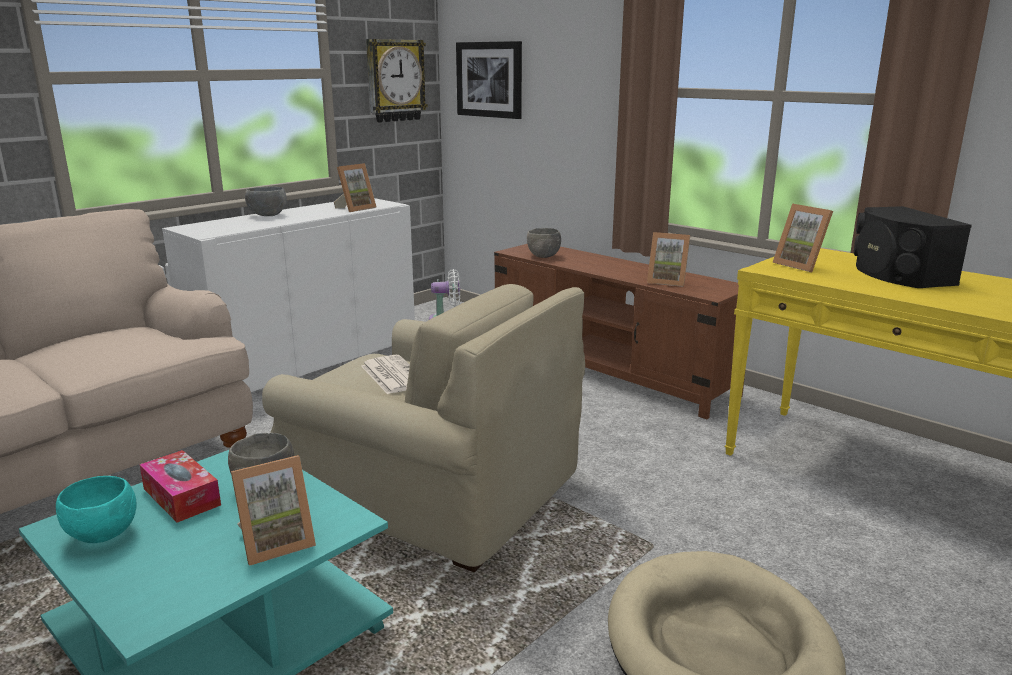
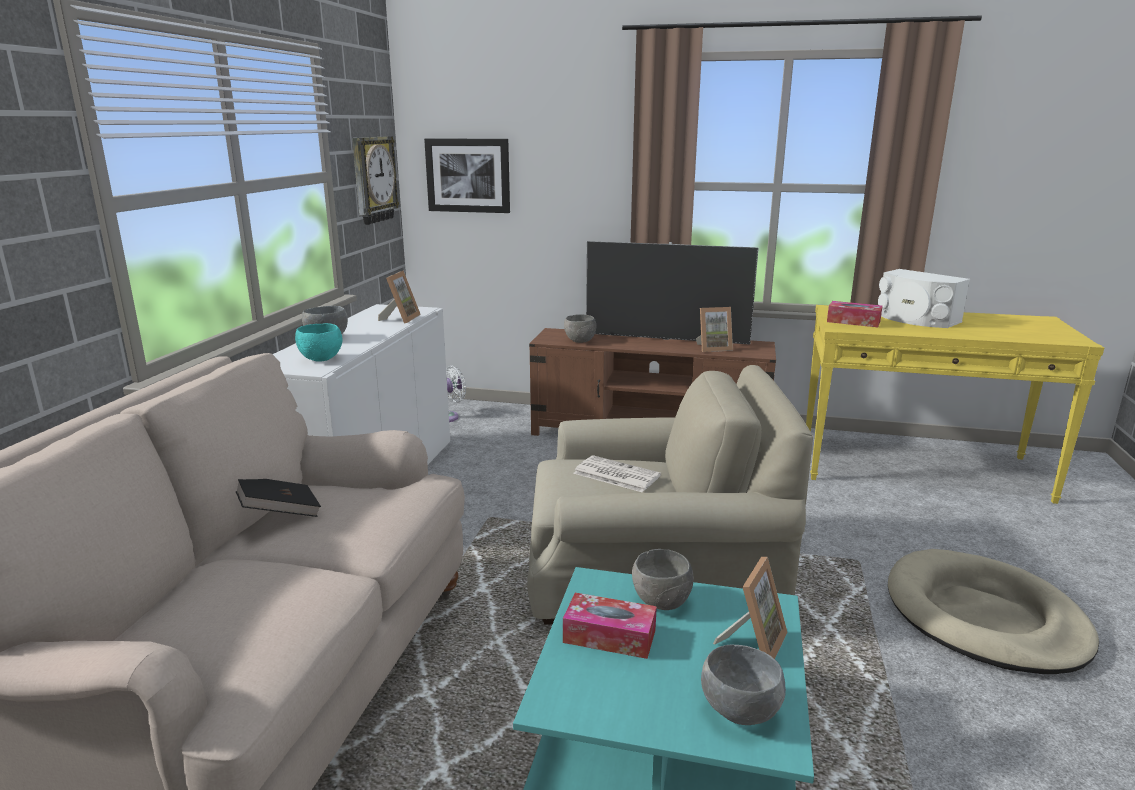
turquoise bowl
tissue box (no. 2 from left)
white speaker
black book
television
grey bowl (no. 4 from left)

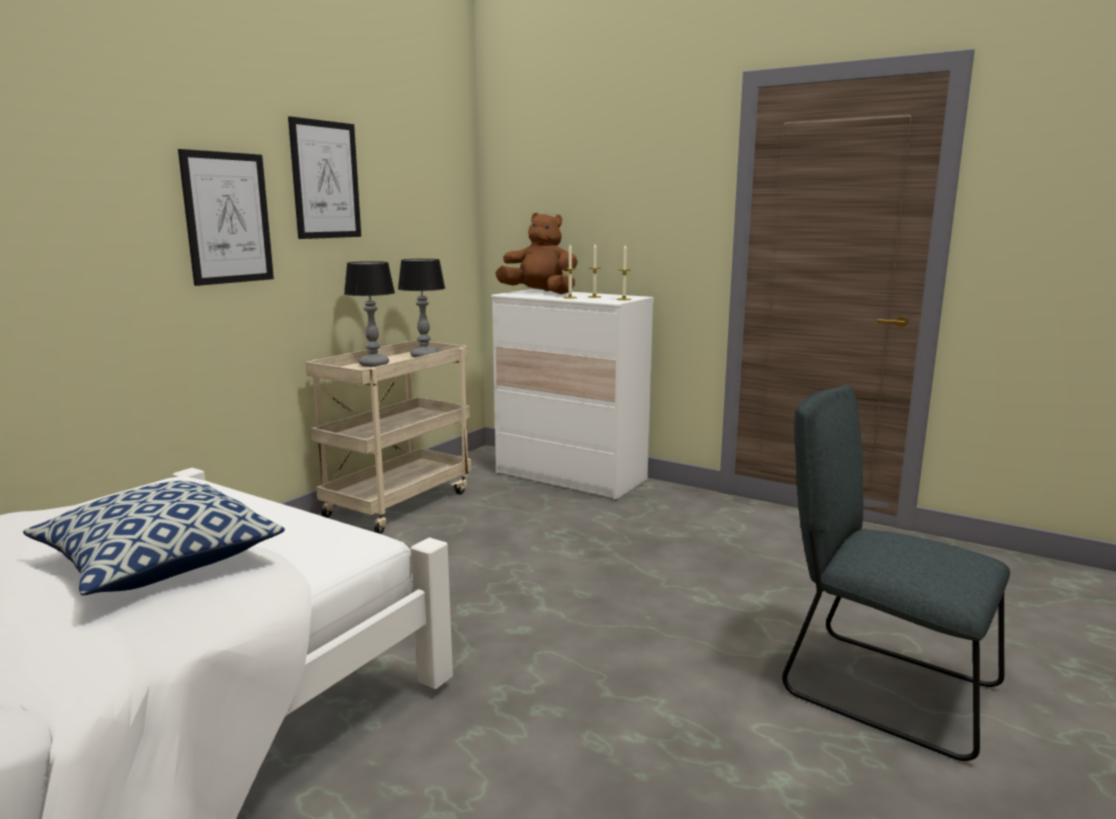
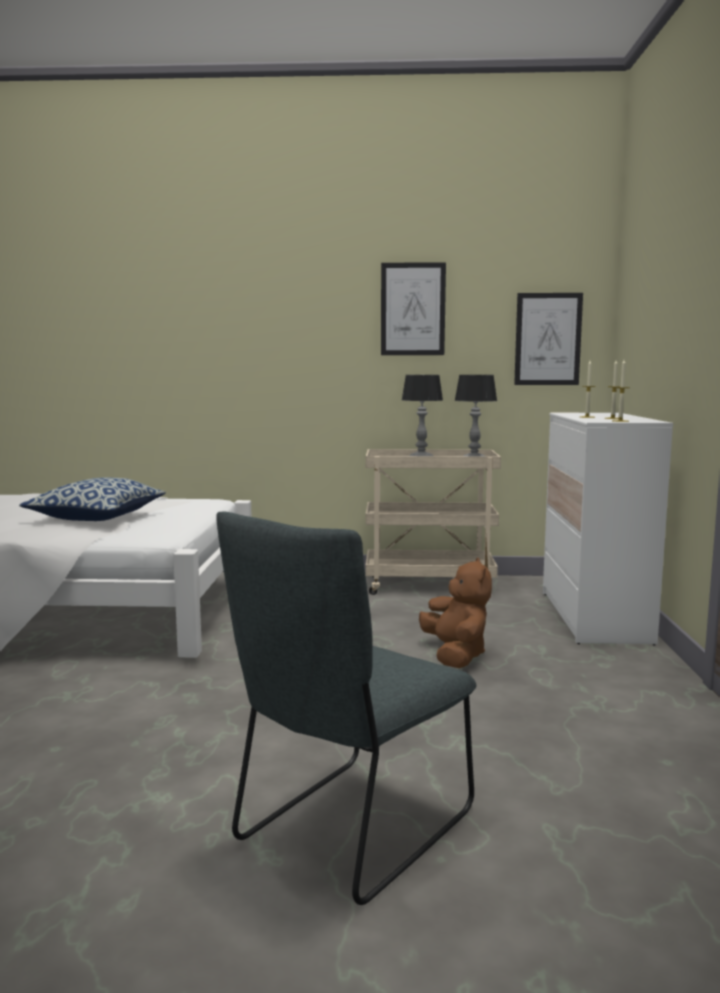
picture (no. 2 from left)
brown plush toy
grey chair

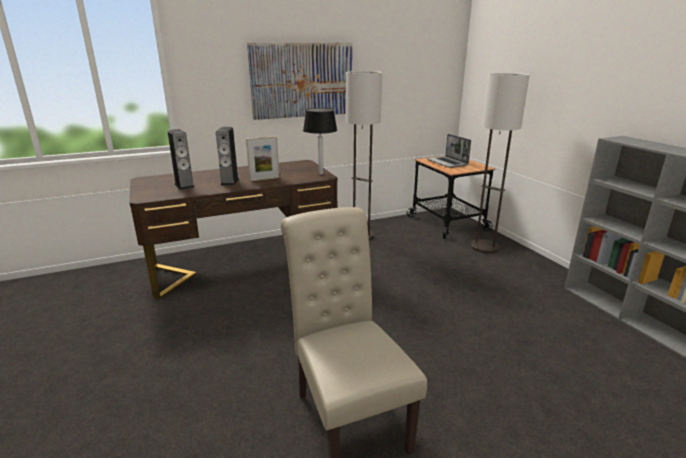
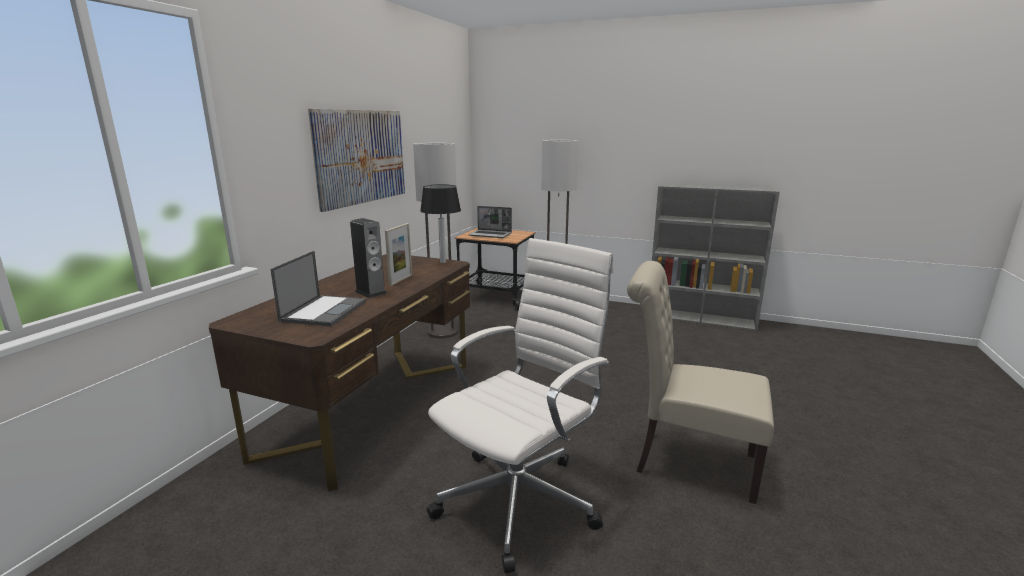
laptop (no. 1 from left)
white office chair

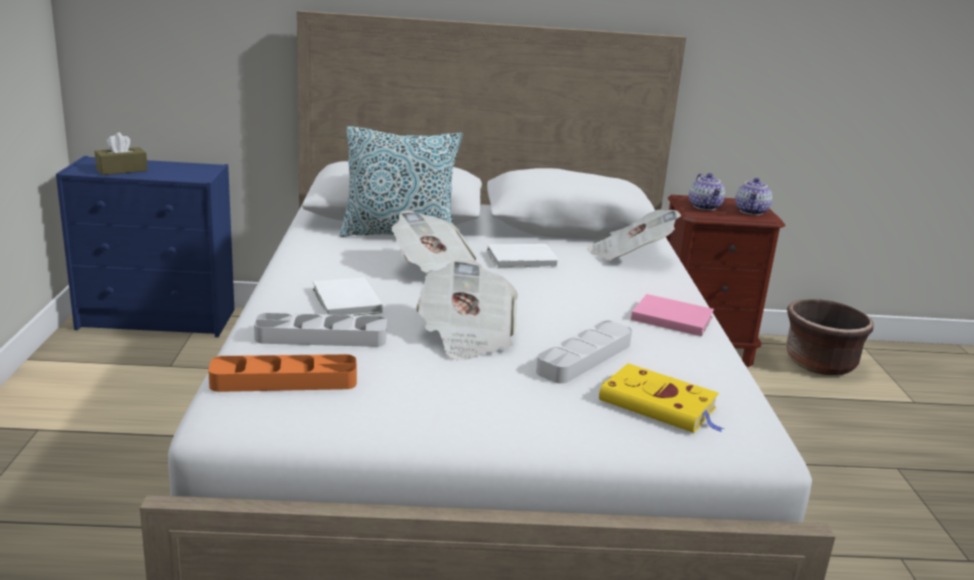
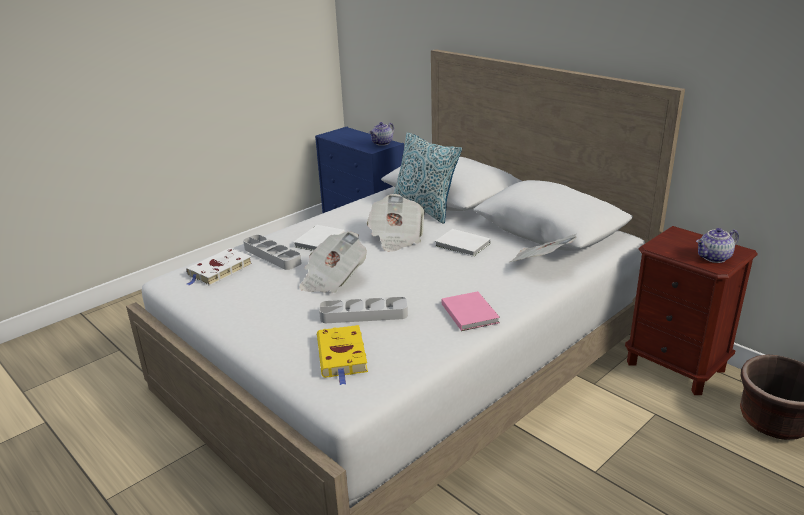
brown tissue box
white book (no. 1 from left)
teapot (no. 1 from left)

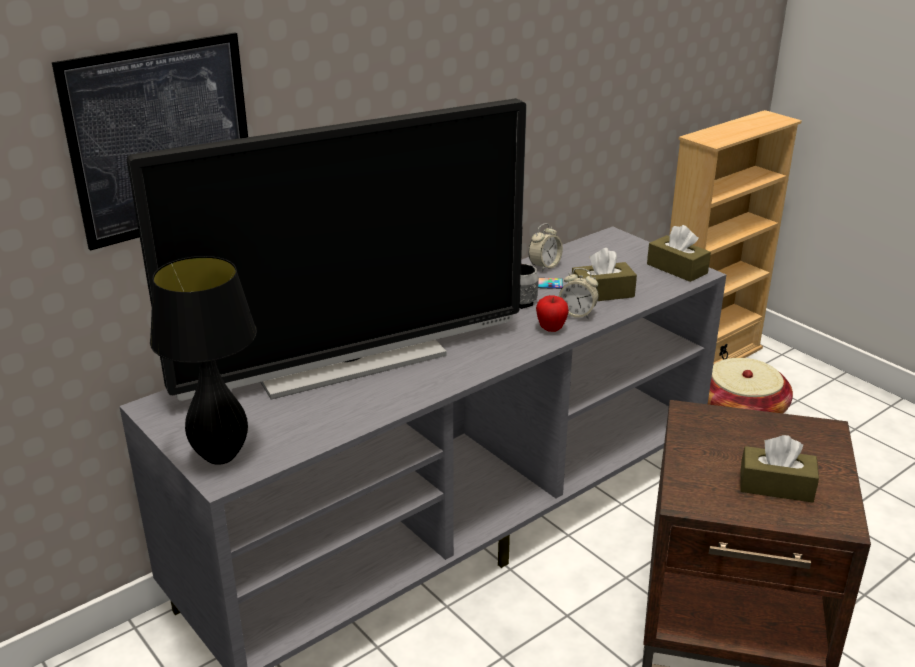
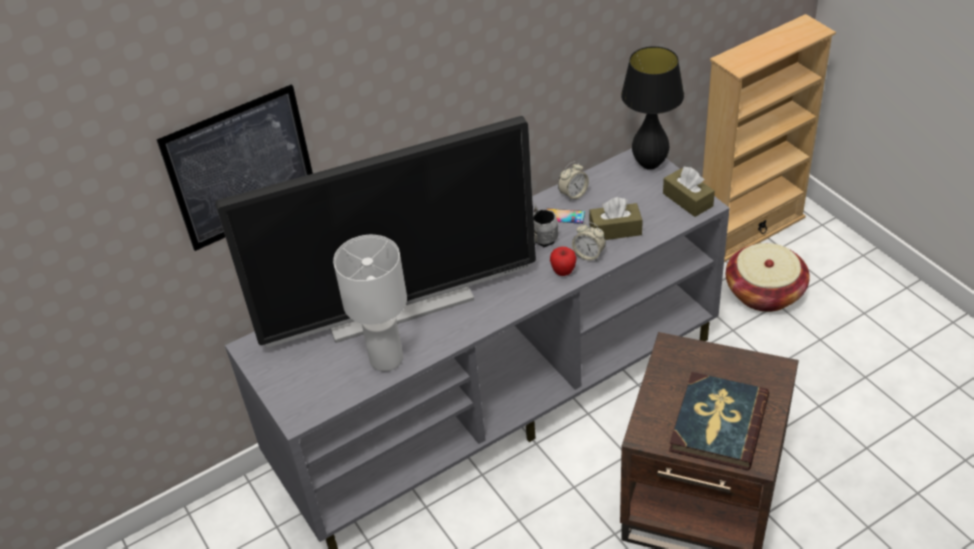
black table lamp
book
white table lamp

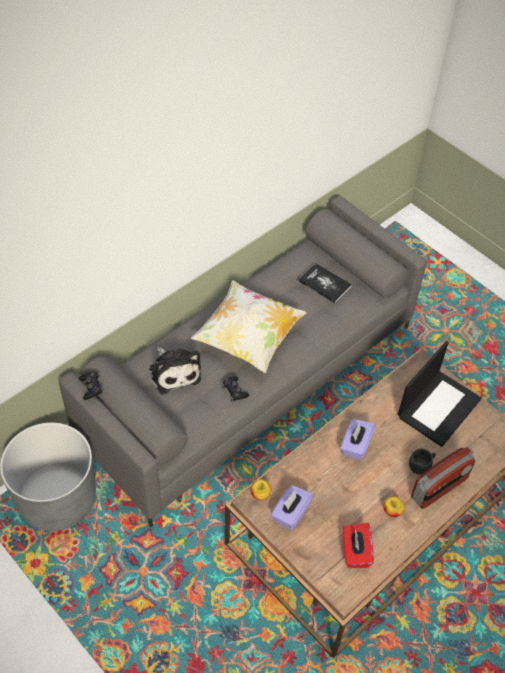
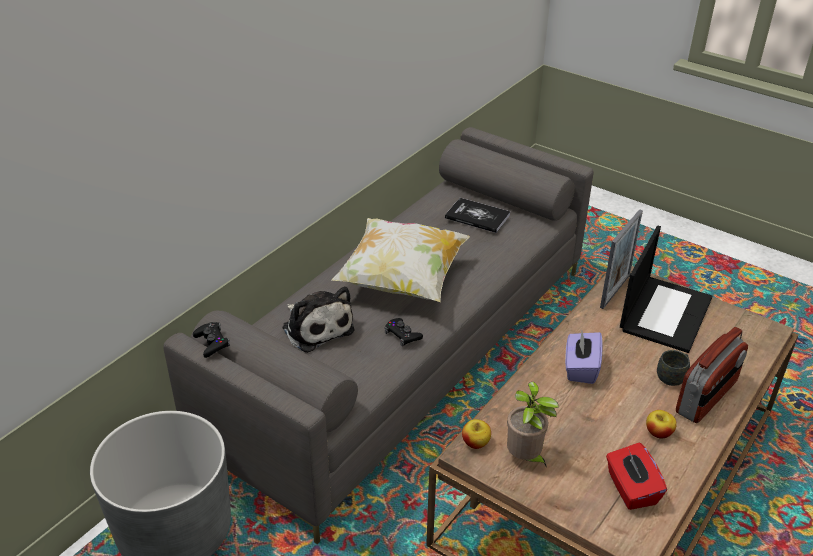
potted plant
picture frame

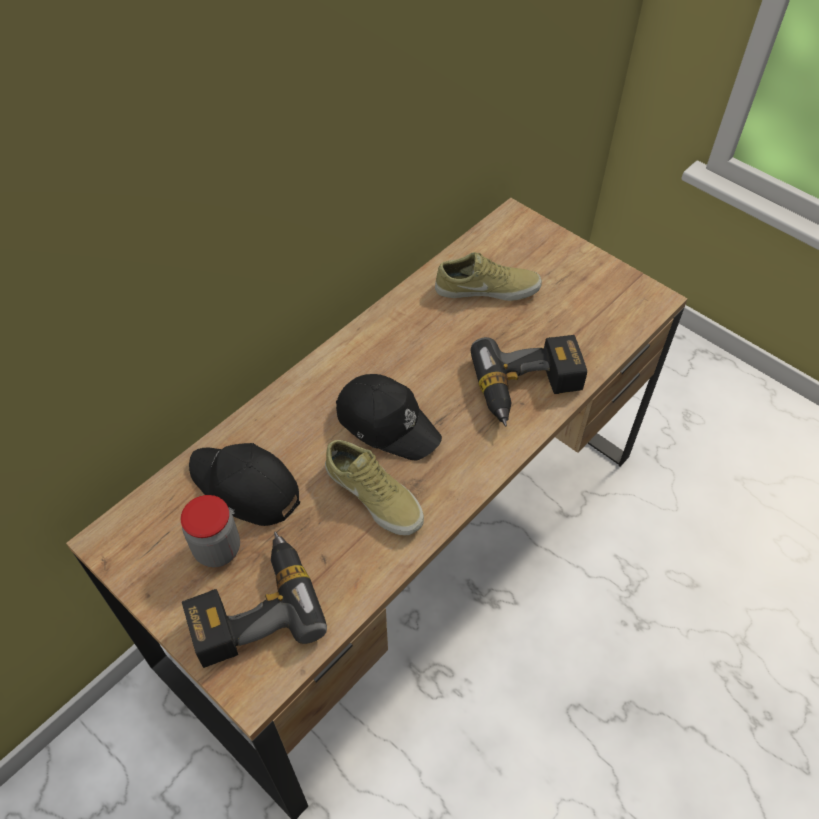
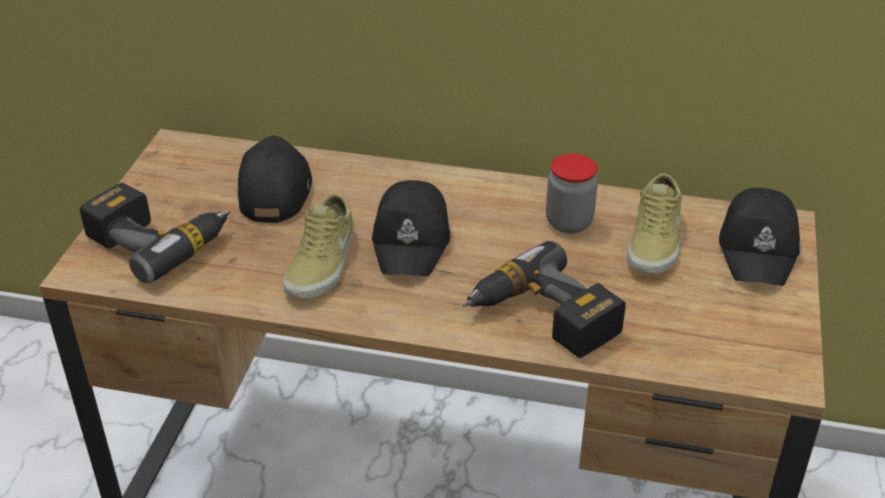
jar
beige shoe (no. 2 from left)
black cap (no. 3 from left)

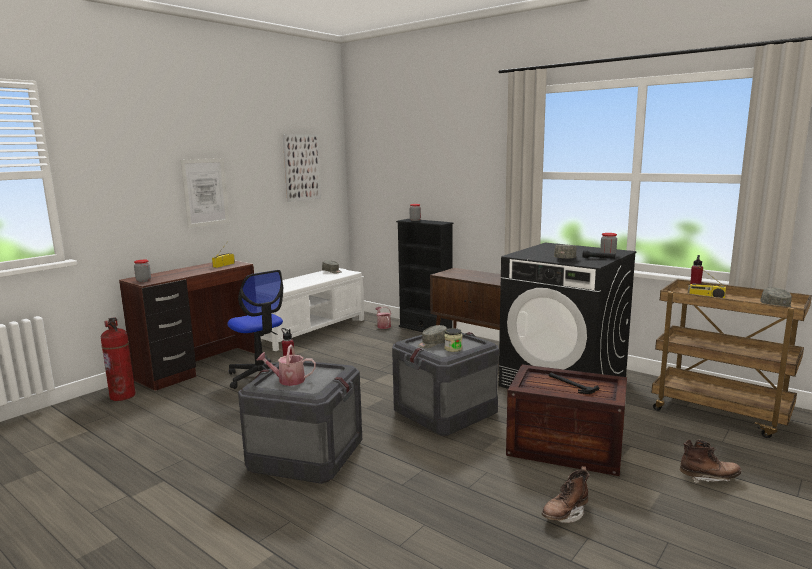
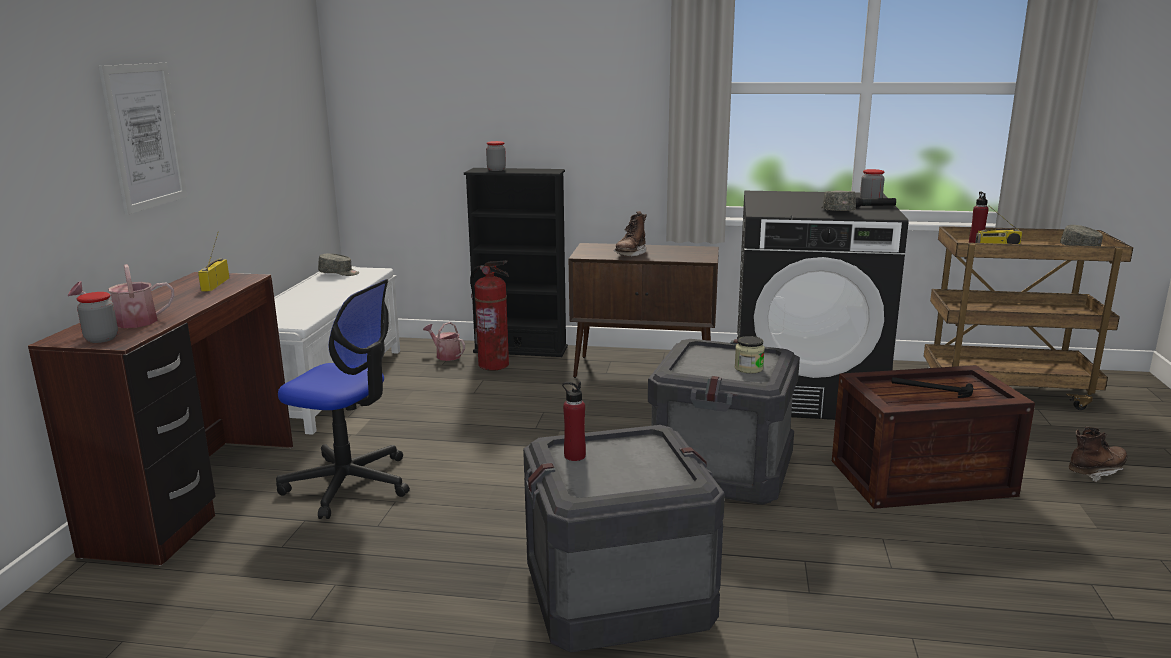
fire extinguisher
watering can (no. 1 from left)
picture (no. 2 from left in the first image)
grey cap (no. 2 from left in the first image)
brown boot (no. 1 from left)

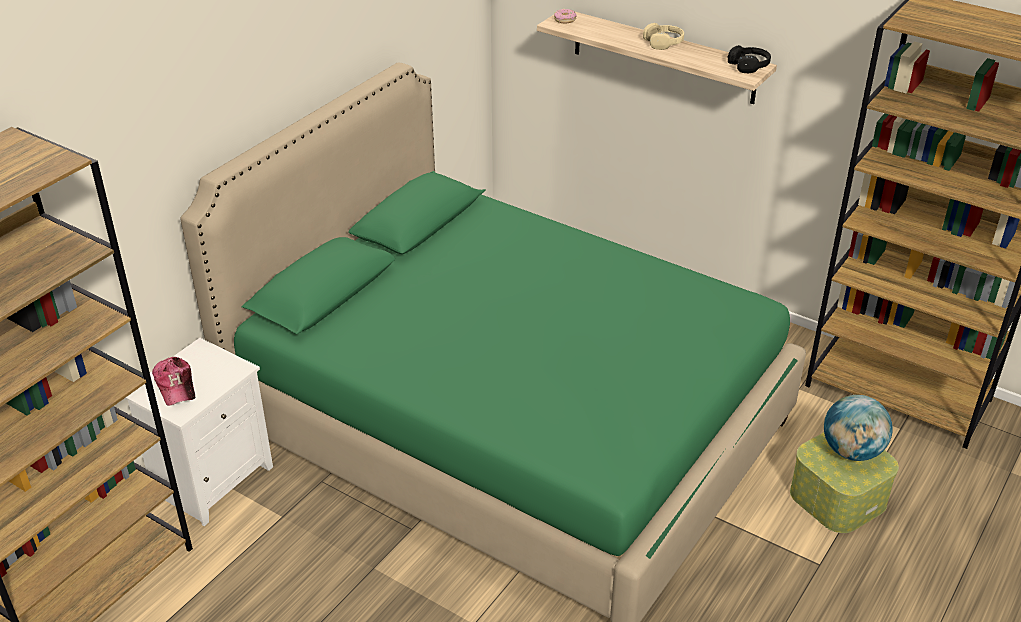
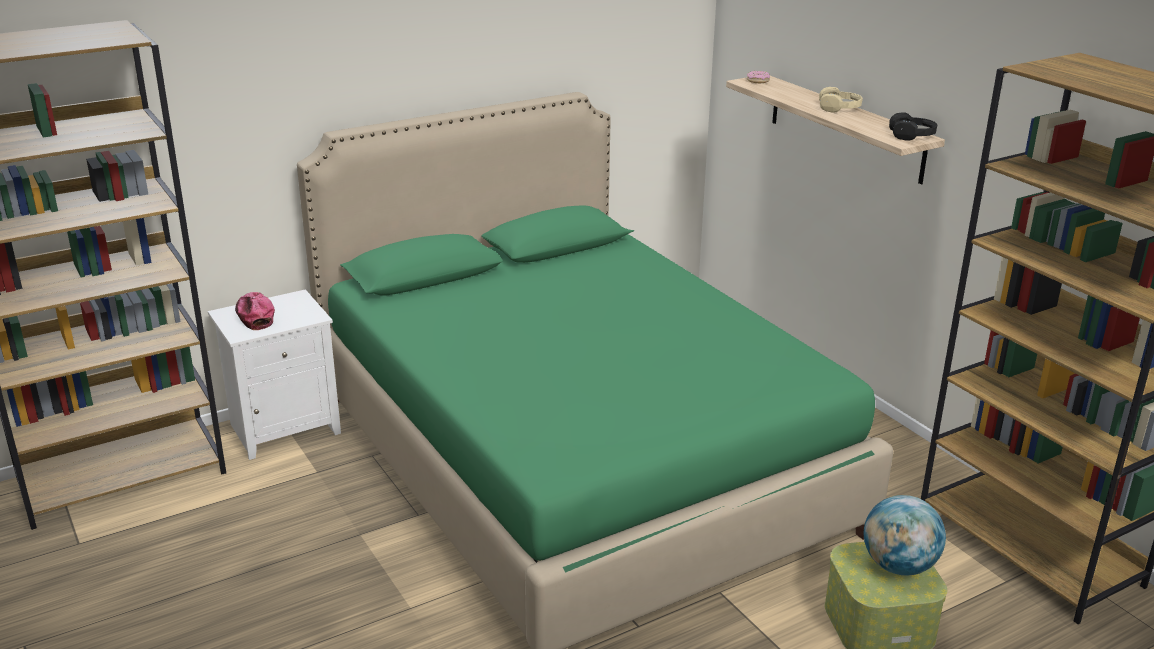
cap

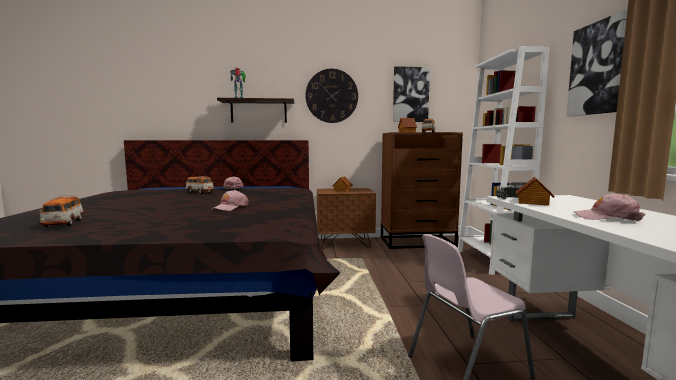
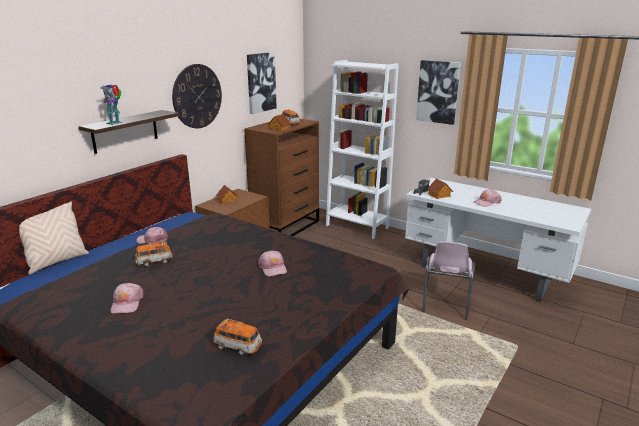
beige pillow
pink cap (no. 1 from left)

